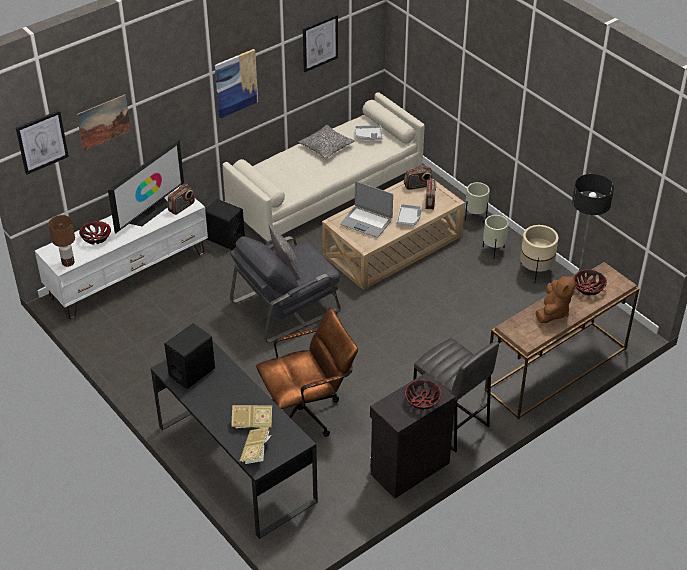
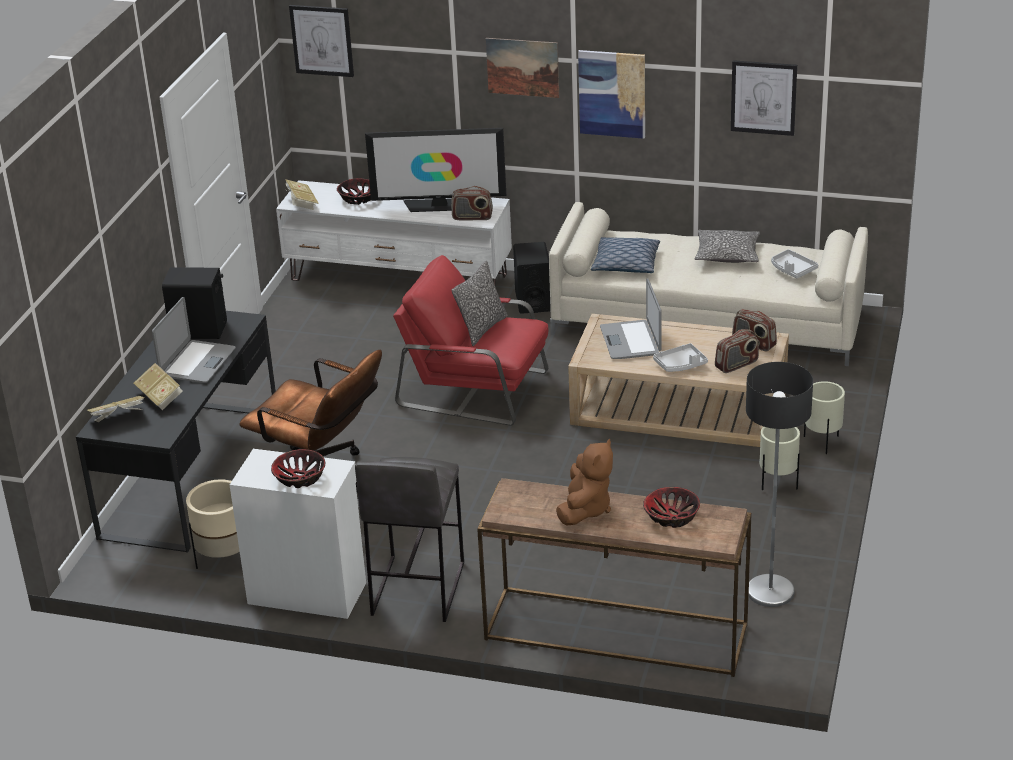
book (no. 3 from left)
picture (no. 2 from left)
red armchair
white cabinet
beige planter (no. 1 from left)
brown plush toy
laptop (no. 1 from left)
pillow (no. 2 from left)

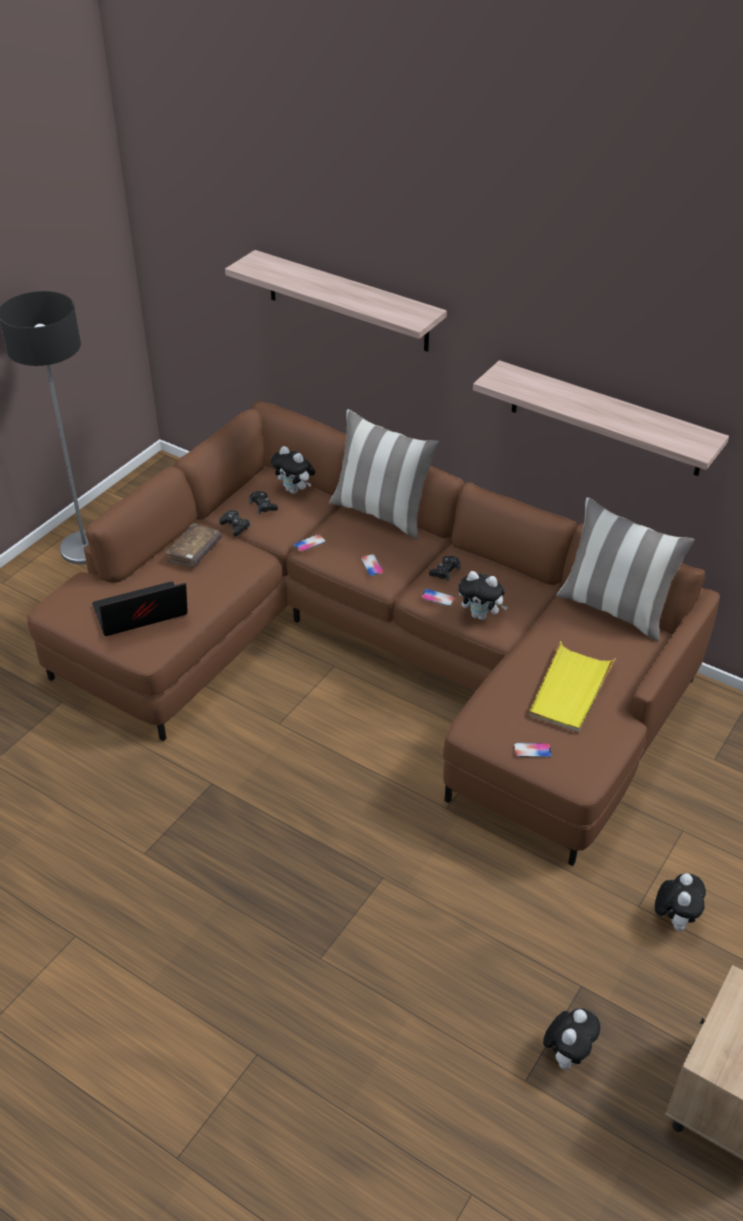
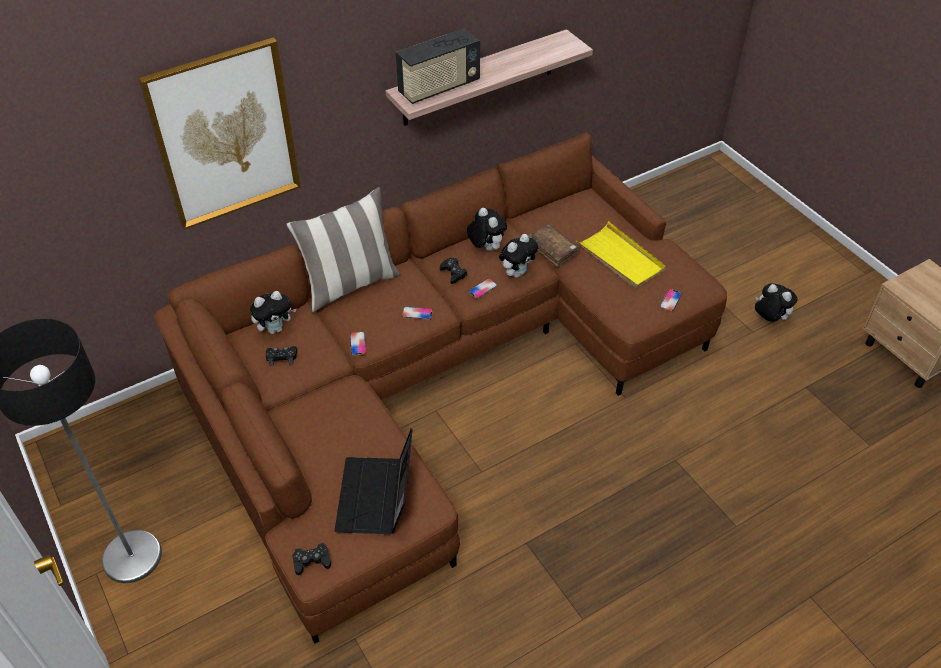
brown book
black game controller (no. 2 from left)
picture
plush toy (no. 2 from left)
pillow (no. 2 from left in the first image)
radio

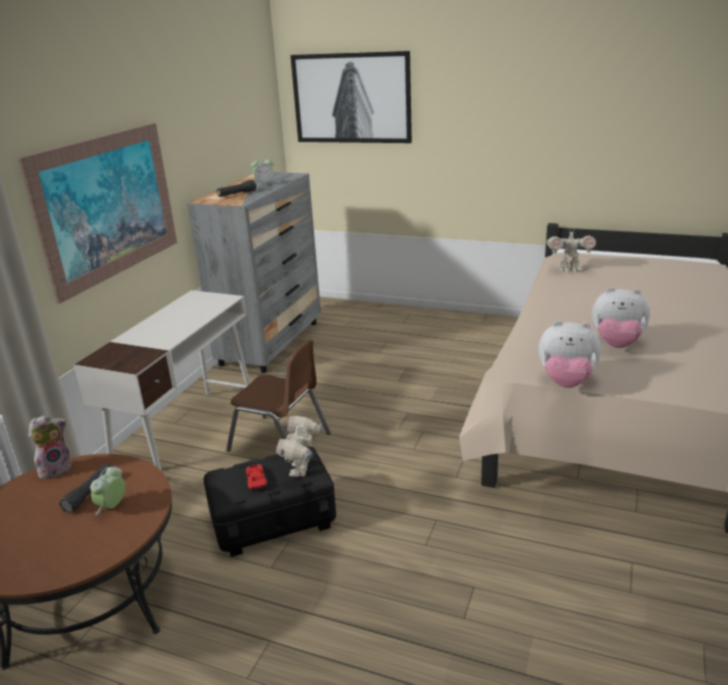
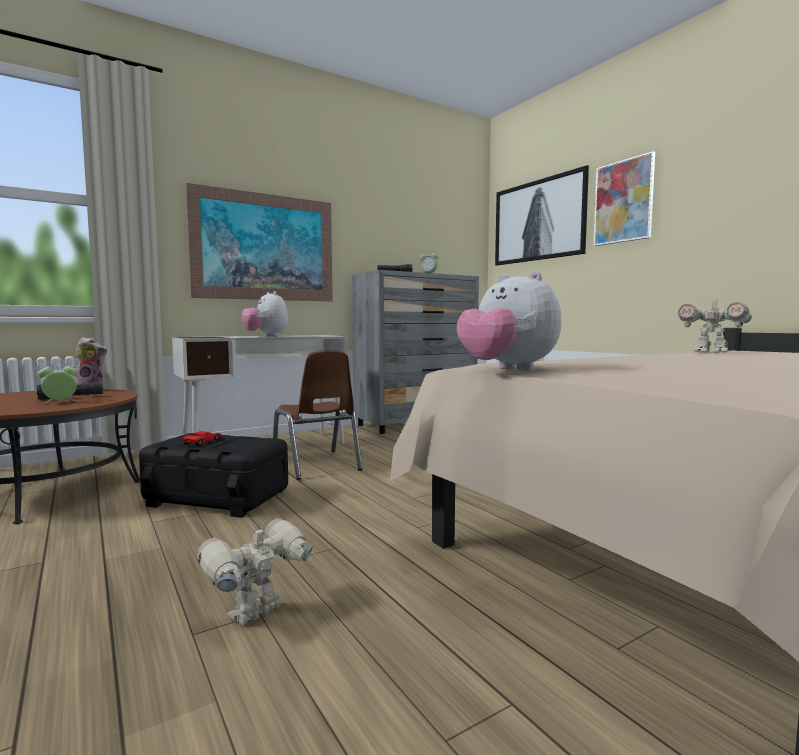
toy robot (no. 1 from left)
plush toy (no. 2 from left)
picture (no. 3 from left)

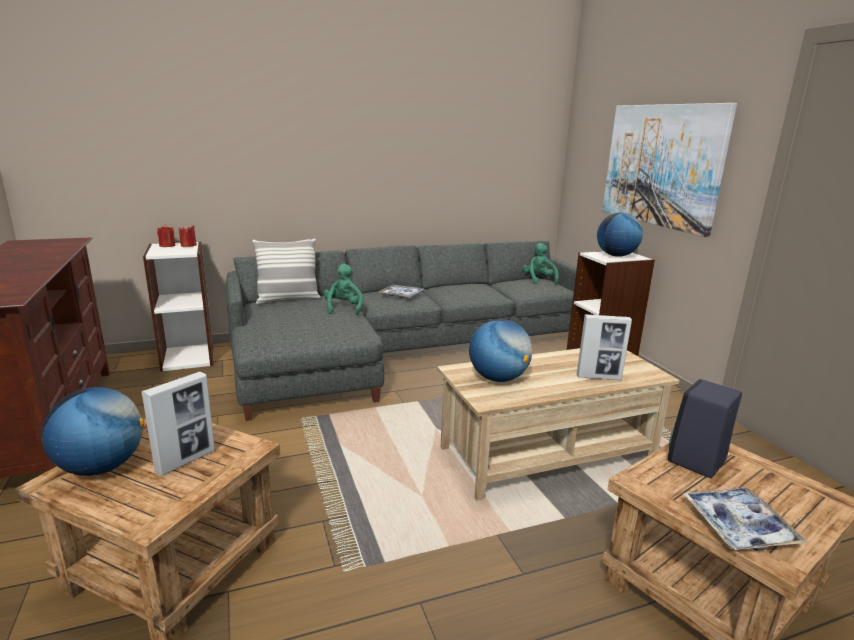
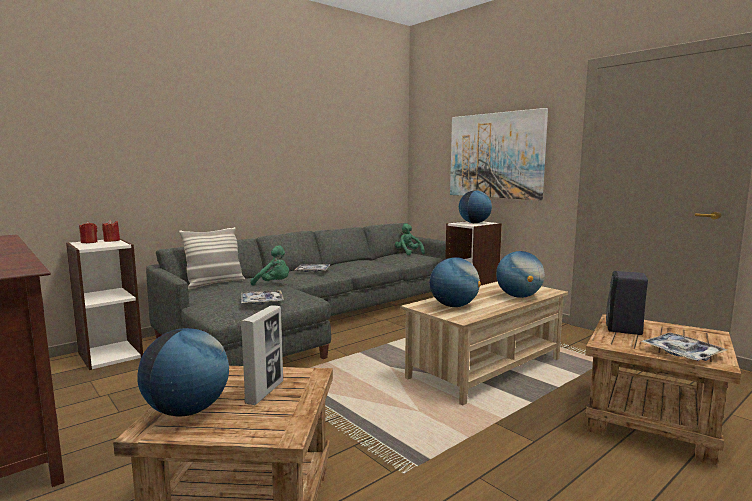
green plush toy (no. 1 from left)
globe (no. 4 from left)
tray (no. 1 from left)

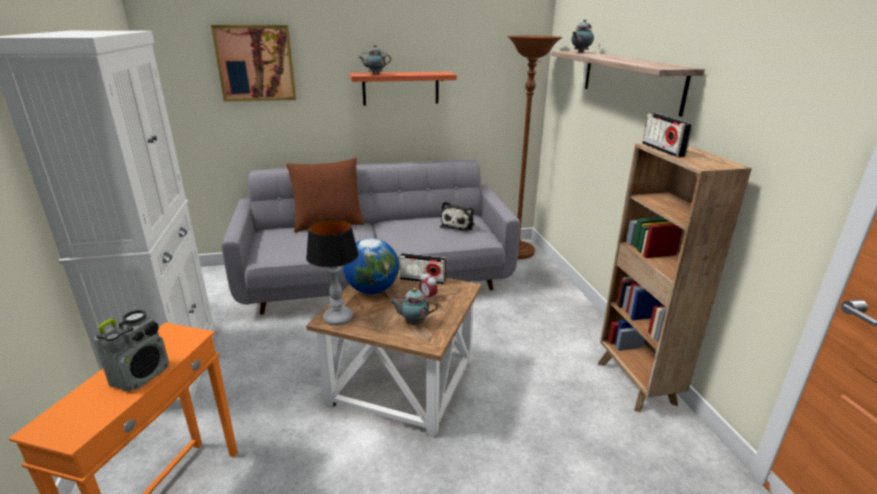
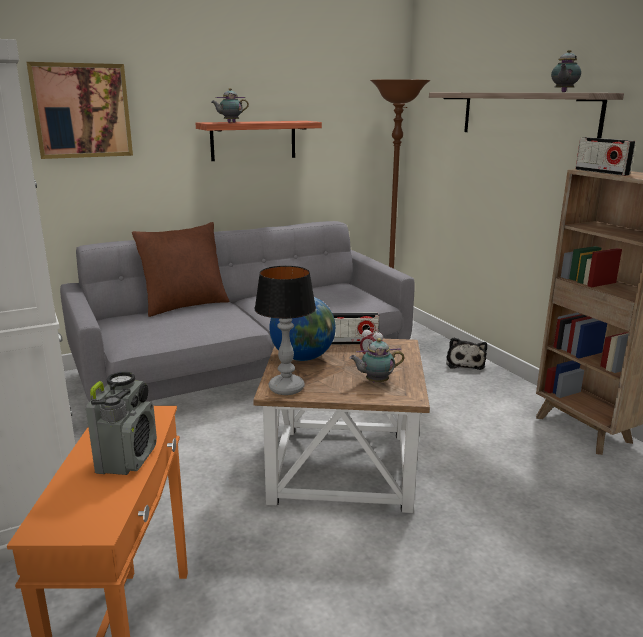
plush toy
teapot (no. 3 from left)

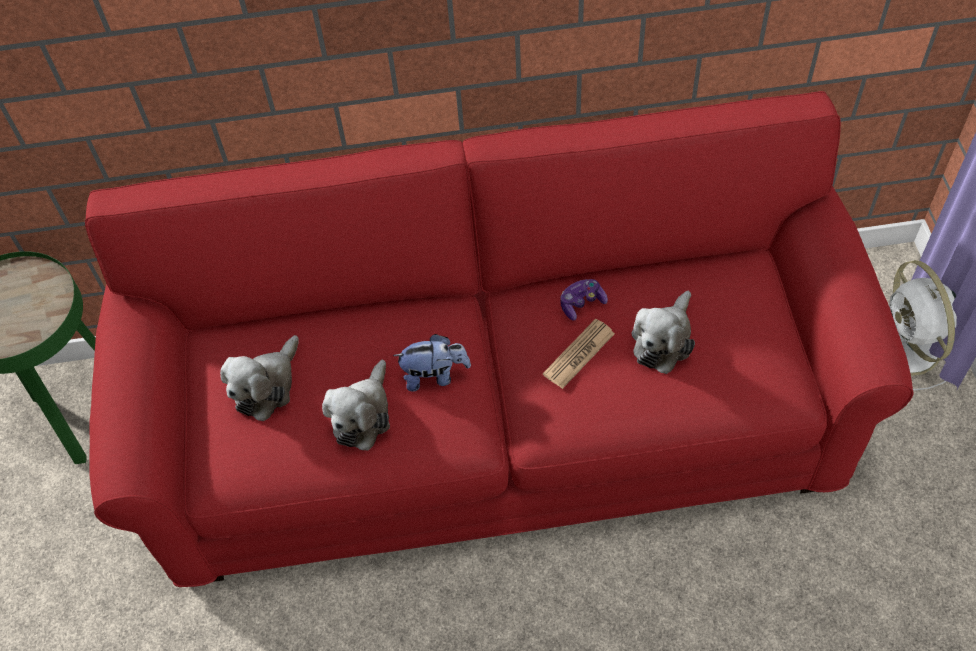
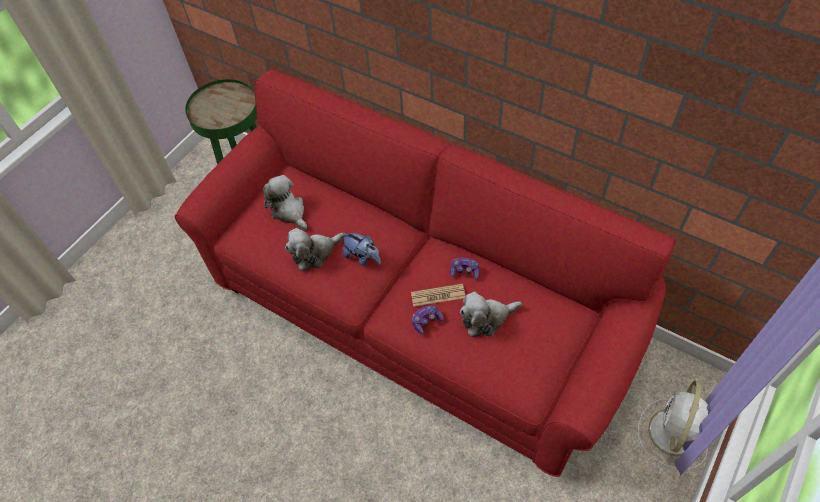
plush toy (no. 1 from left)
game controller (no. 1 from left)

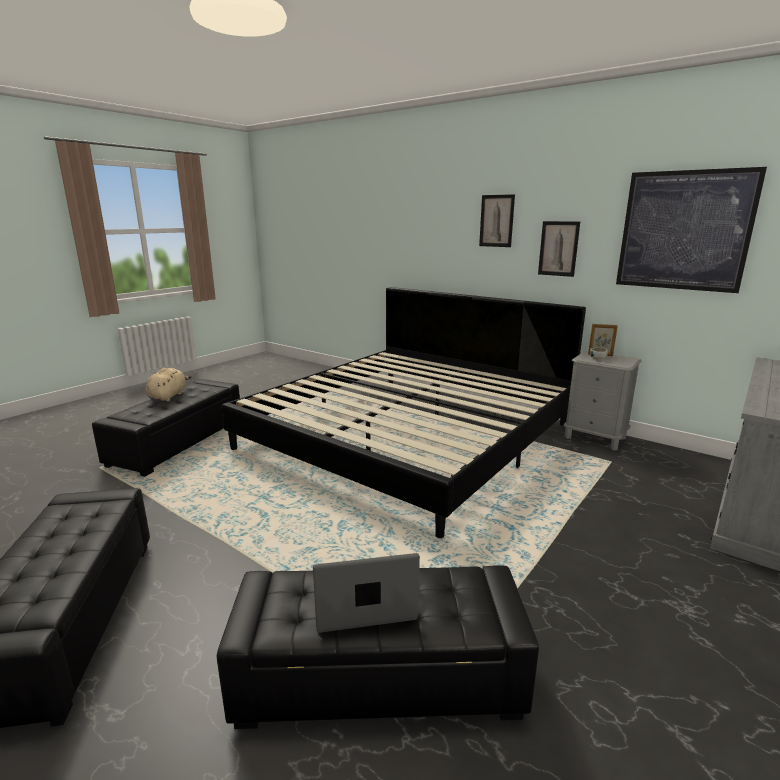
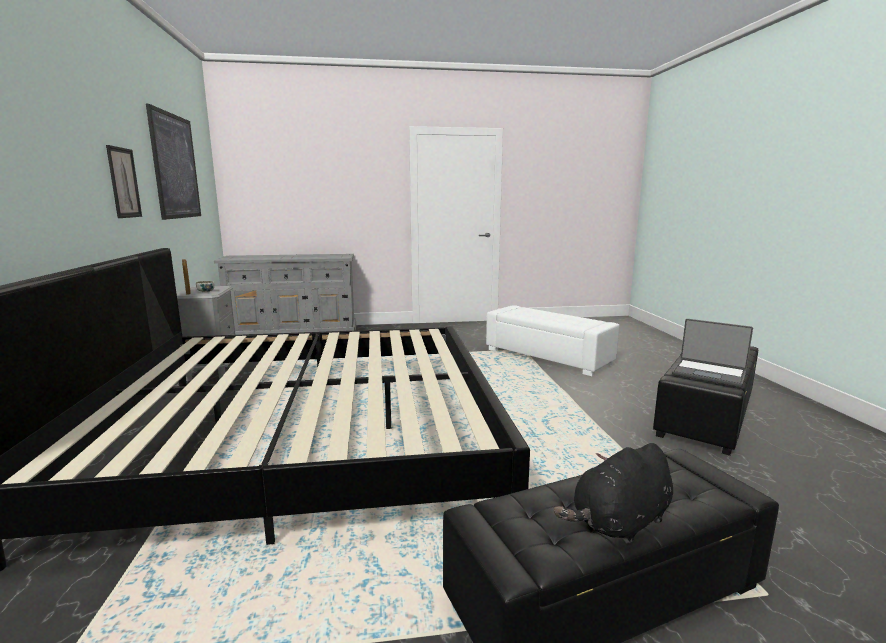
black plush toy
white ottoman
laptop
picture (no. 1 from left in the first image)

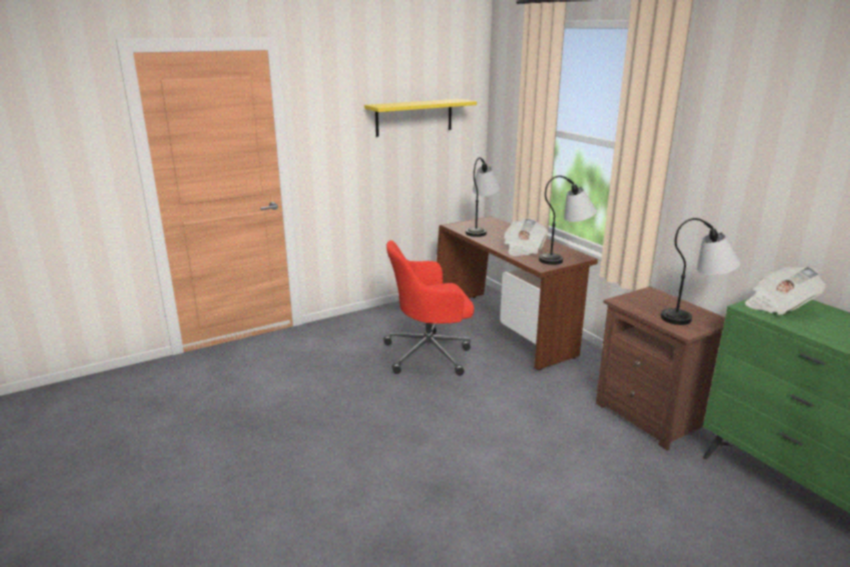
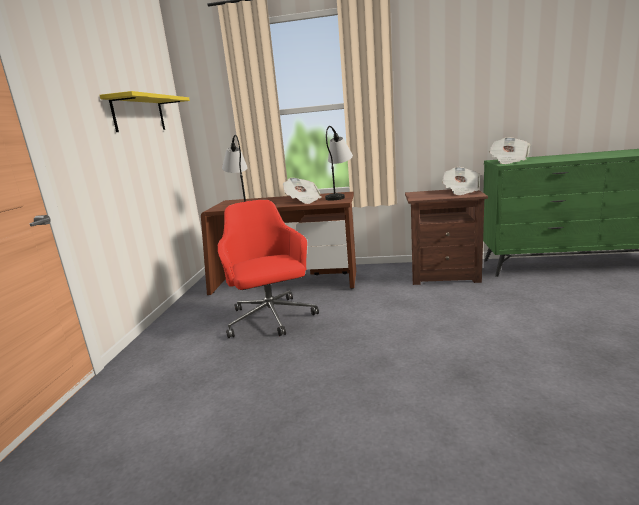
red office chair
newspaper (no. 2 from left)

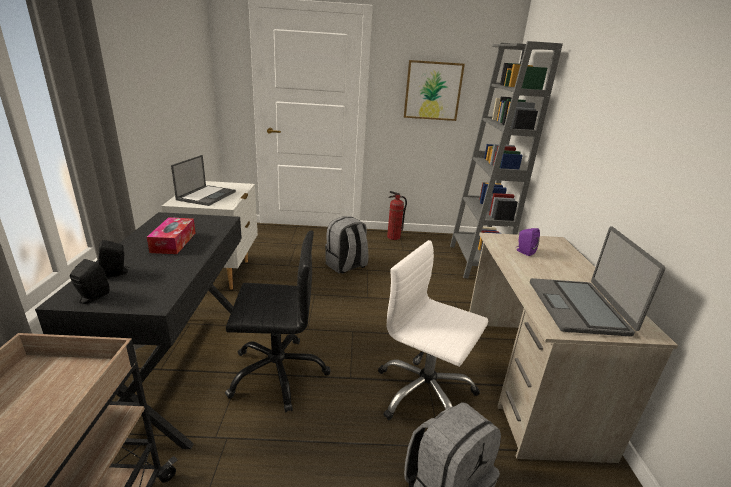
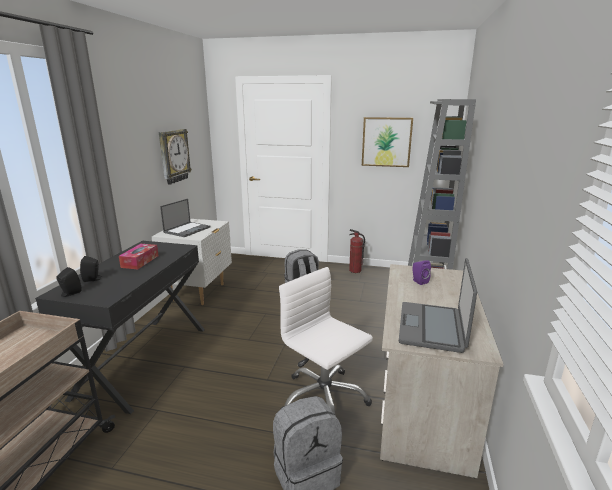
black office chair
wall clock

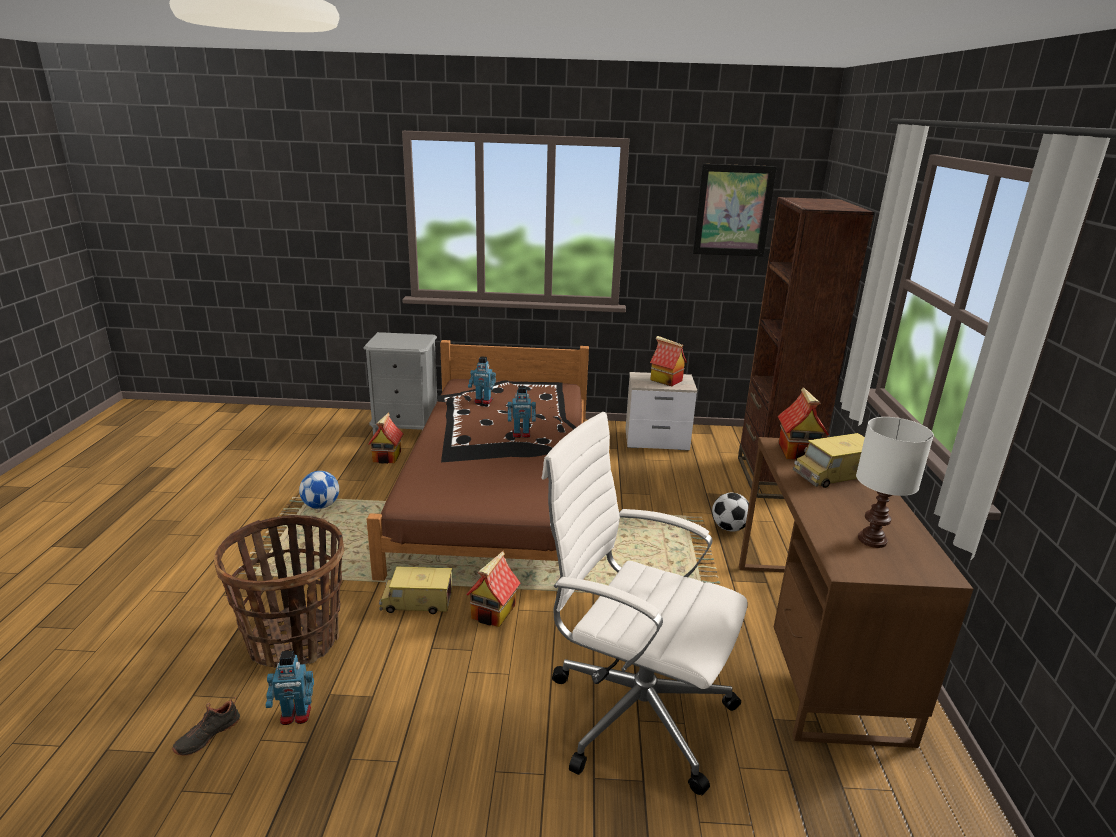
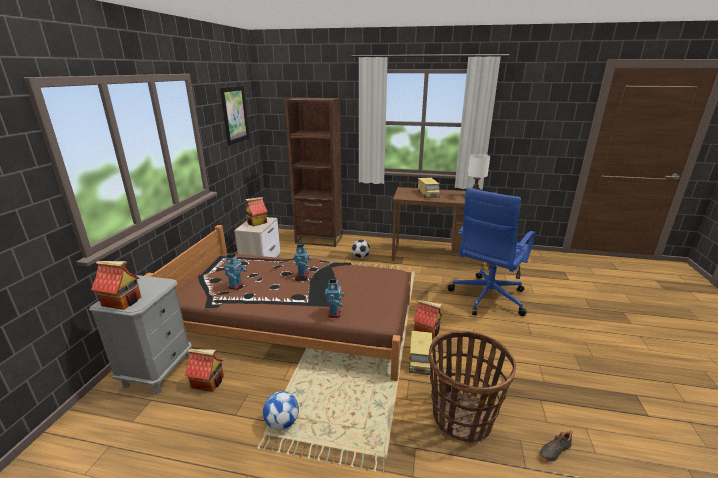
black shoe
toy robot (no. 3 from left)
blue office chair
toy house (no. 1 from left)

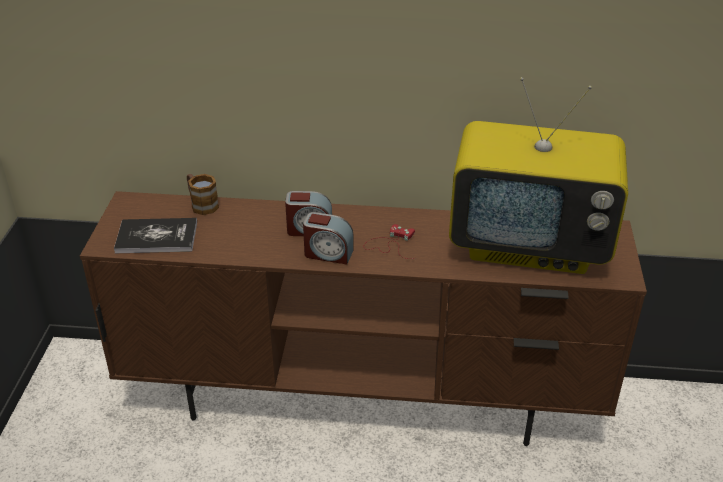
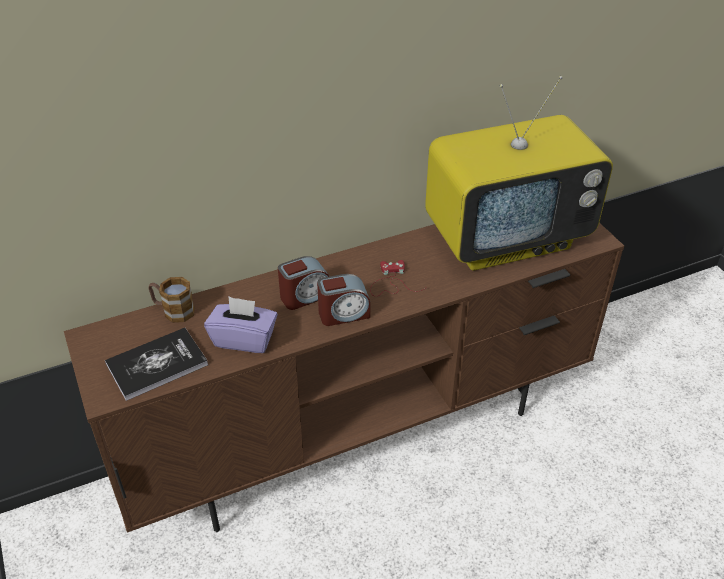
purple tissue box

